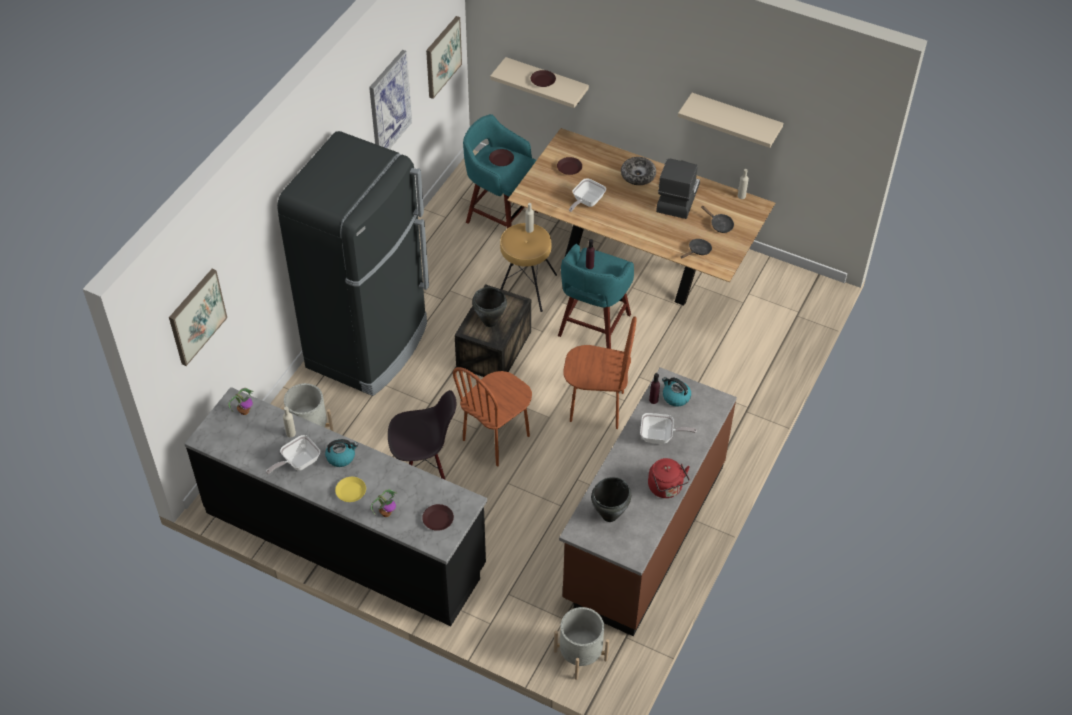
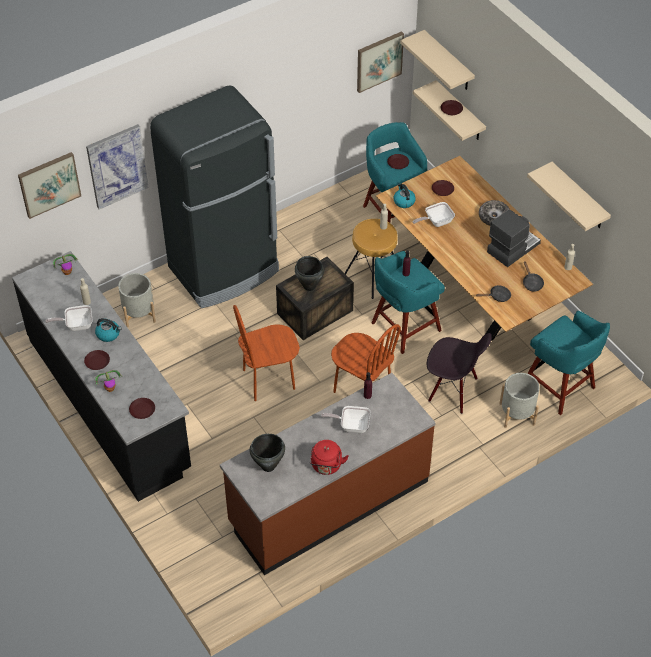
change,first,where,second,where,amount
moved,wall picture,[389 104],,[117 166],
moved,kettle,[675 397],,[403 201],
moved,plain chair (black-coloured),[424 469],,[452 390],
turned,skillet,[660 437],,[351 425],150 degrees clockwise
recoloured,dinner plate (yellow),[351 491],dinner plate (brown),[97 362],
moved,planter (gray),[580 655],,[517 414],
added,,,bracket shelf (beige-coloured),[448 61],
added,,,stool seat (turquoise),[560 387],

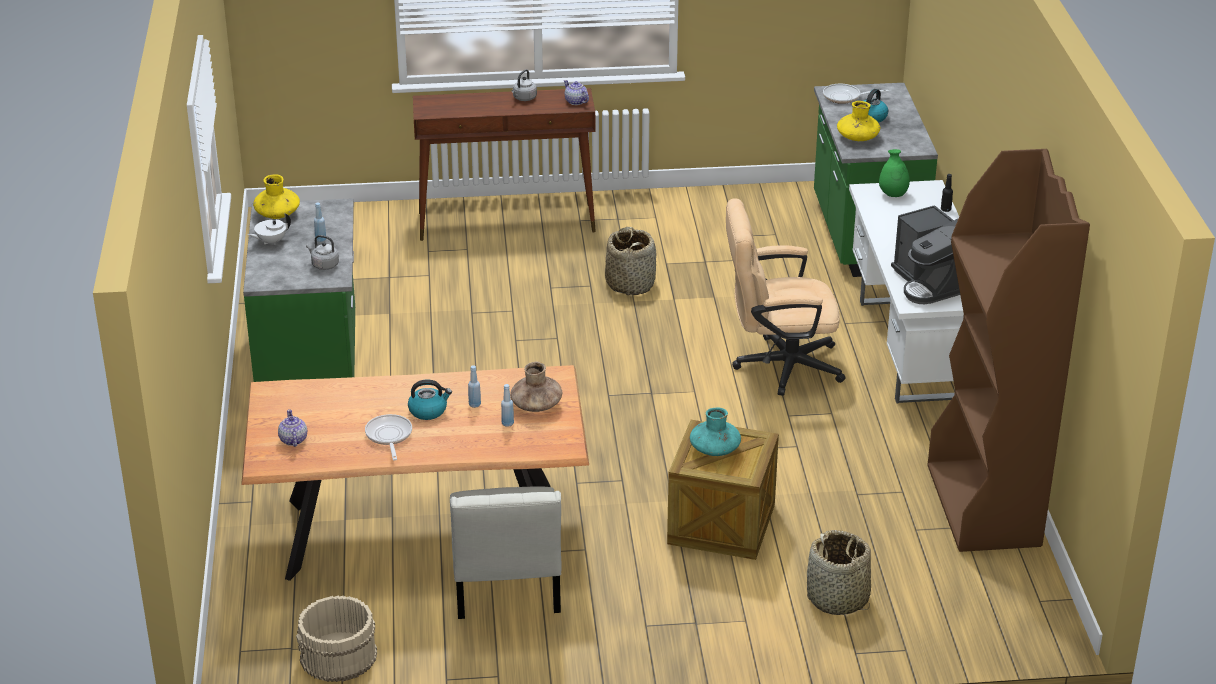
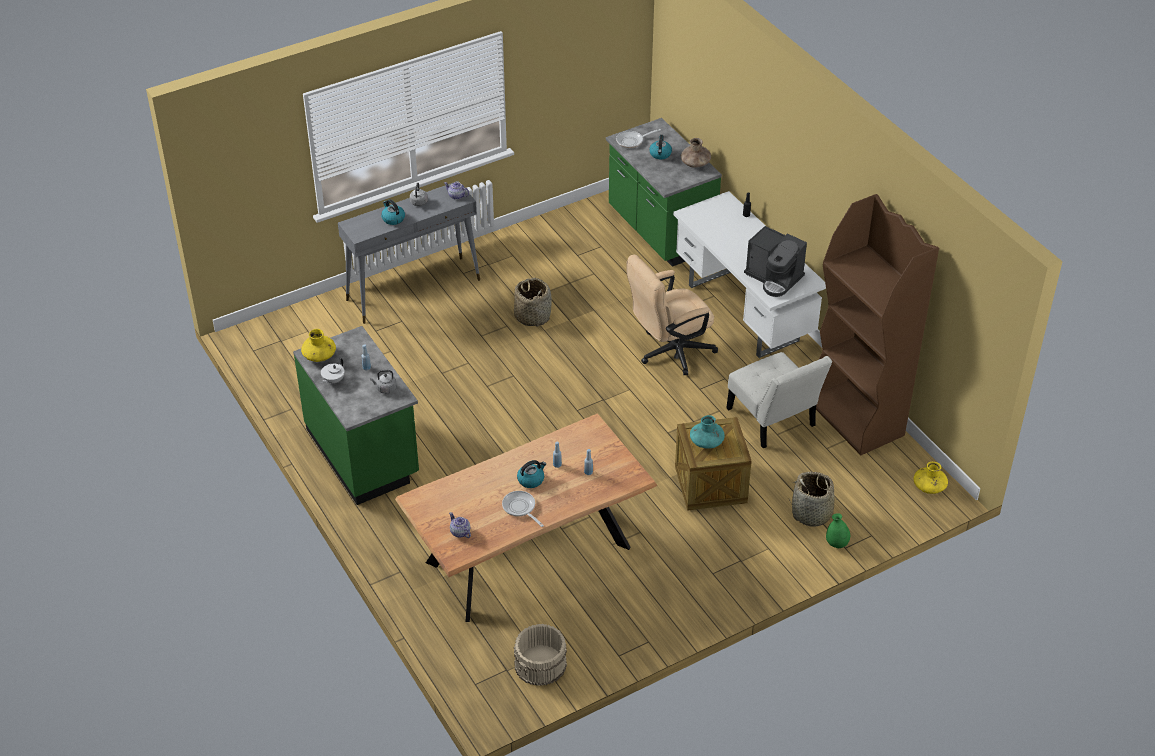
change,first,where,second,where,amount
recoloured,narrow table (brown),[507 222],narrow table (gray),[414 289],
moved,vase (yellow),[857 138],,[929 486],
moved,vase (green-coloured),[893 194],,[836 544],
moved,vase (brown),[536 405],,[695 163],
moved,plain chair (white-coloured),[506 588],,[773 421],
added,,,kettle,[393 219],

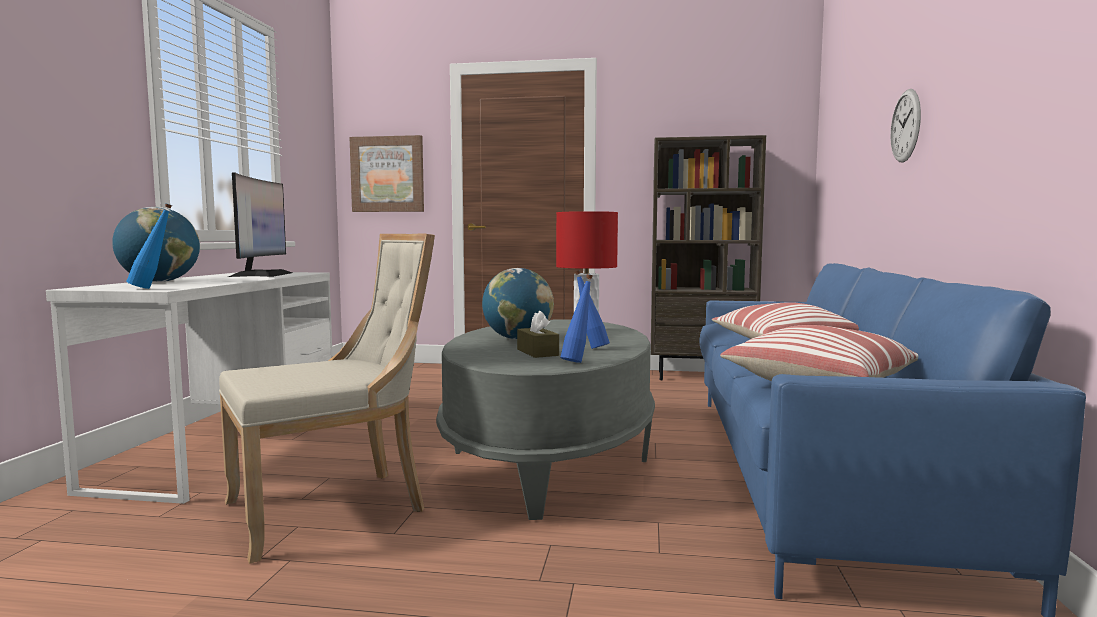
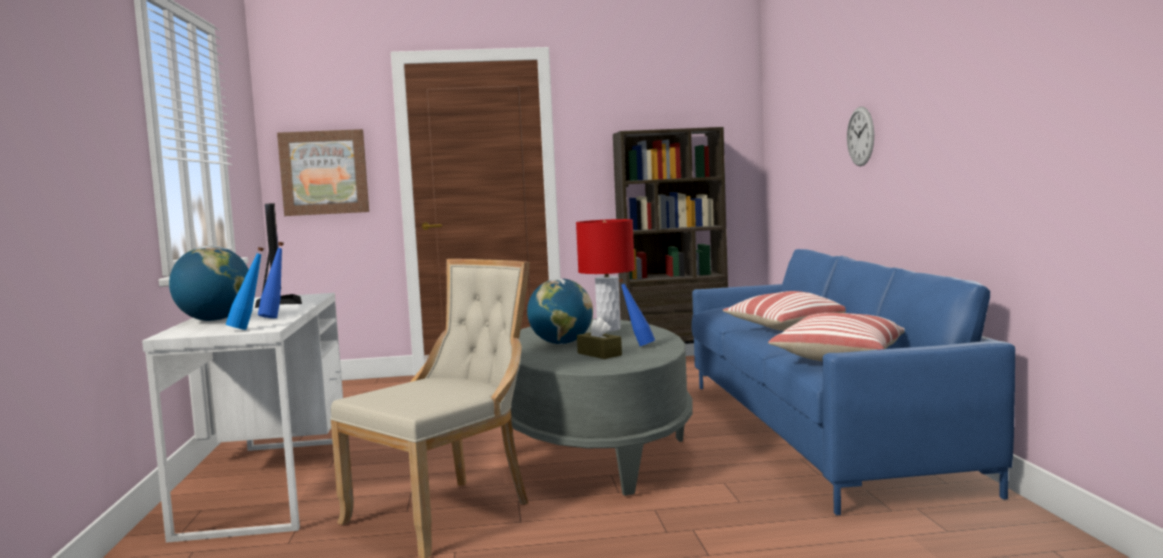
change,first,where,second,where,amount
moved,drink bottle (blue),[578 361],,[275 317],

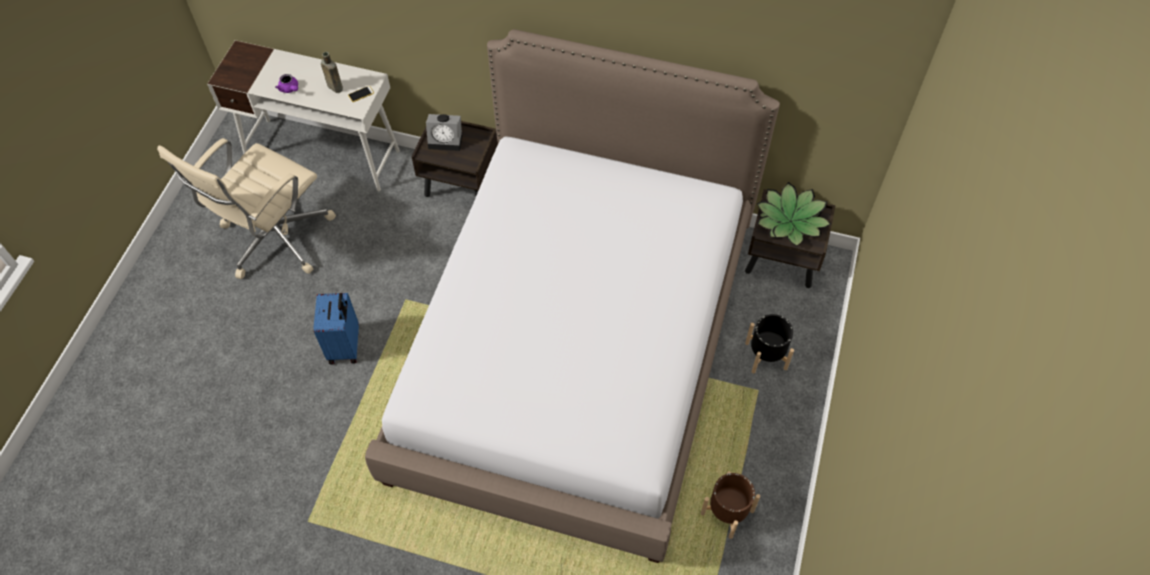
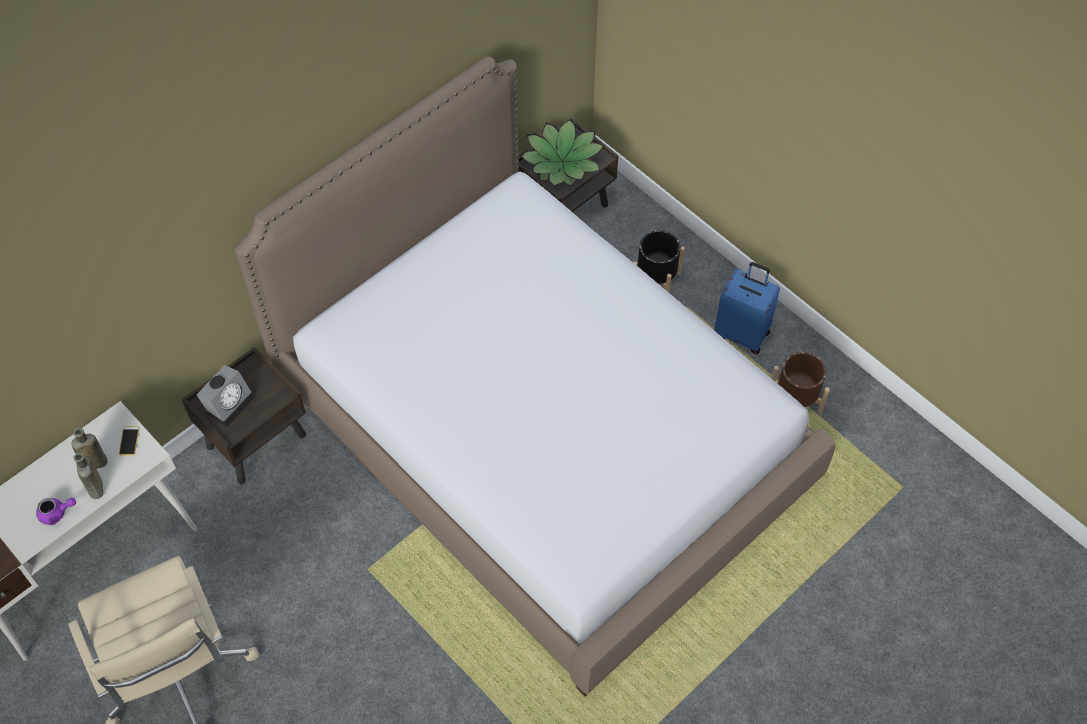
change,first,where,second,where,amount
moved,travel case (blue),[345 346],,[742 333],
added,,,drink bottle (brown),[96 490],

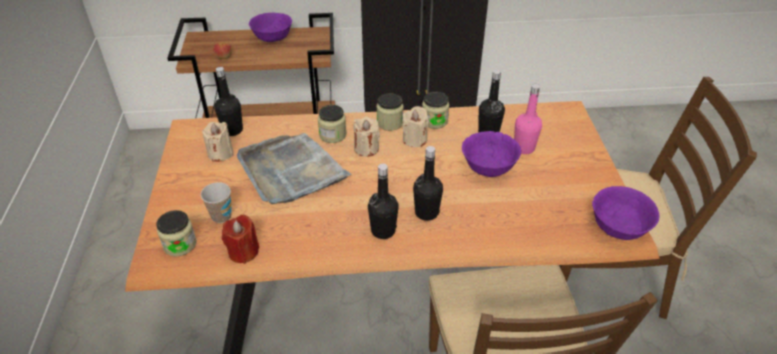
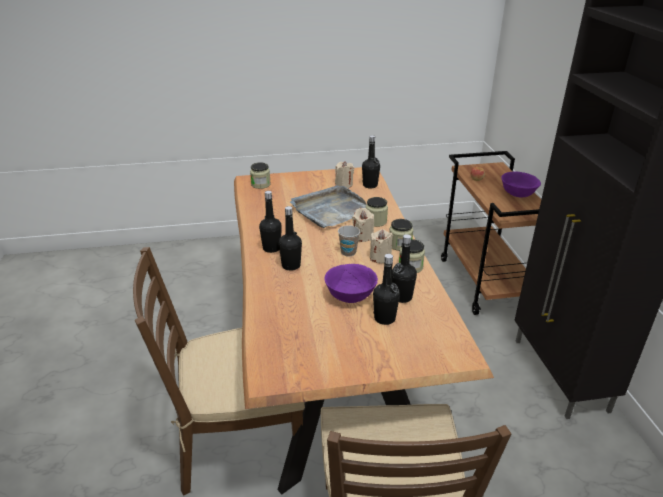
change,first,where,second,where,amount
recoloured,drink bottle (pink-coloured),[524 148],drink bottle (black-coloured),[384 318],
moved,drinking cup,[221 216],,[348 252],
removed,deep dish (purplish),[619 228],,,
removed,wax candle (reddish),[243 252],,,

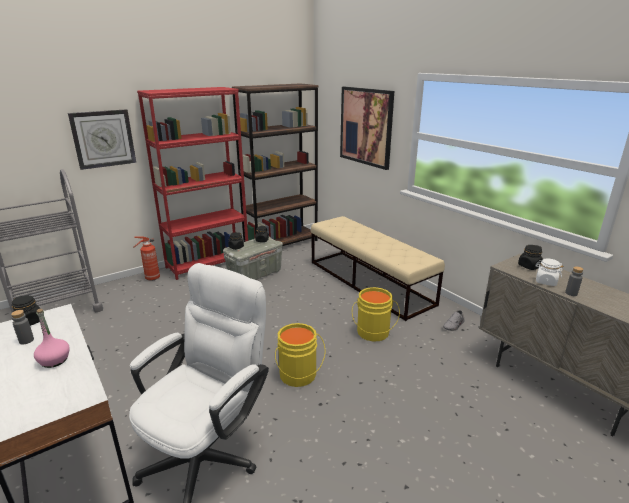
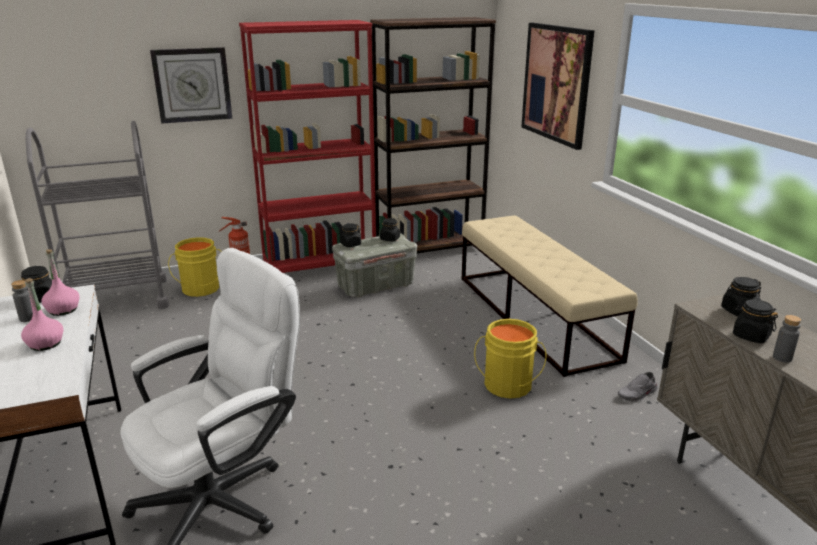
change,first,where,second,where,amount
recoloured,storage jar (white-coloured),[545 281],storage jar (black-coloured),[750 336],
moved,water bucket (yellow),[298 376],,[200 290],
added,,,drink bottle (pink-coloured),[63 310],

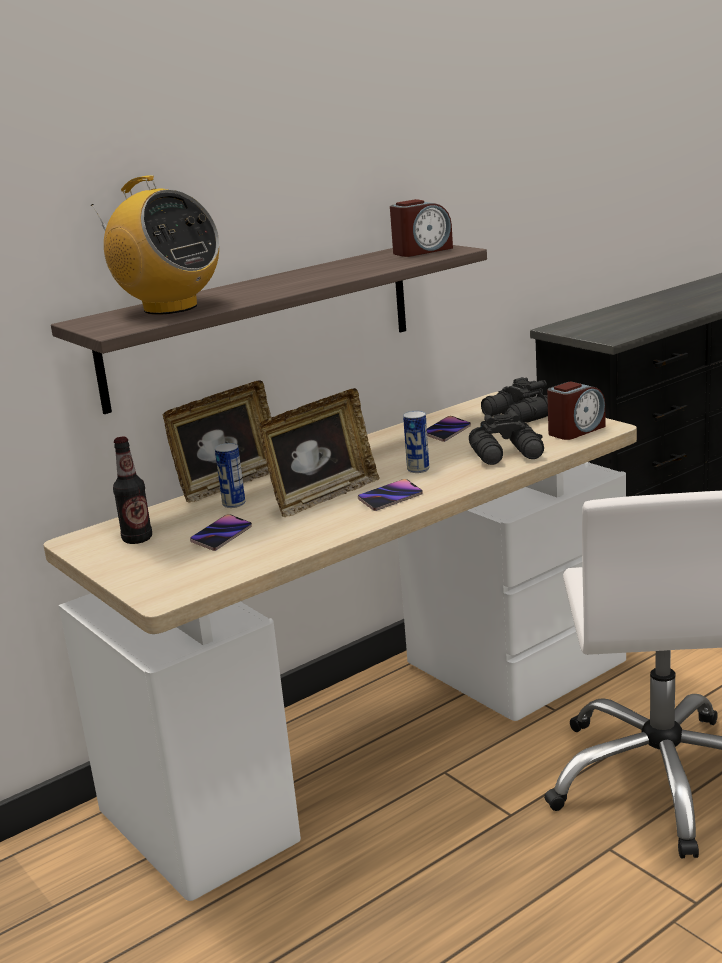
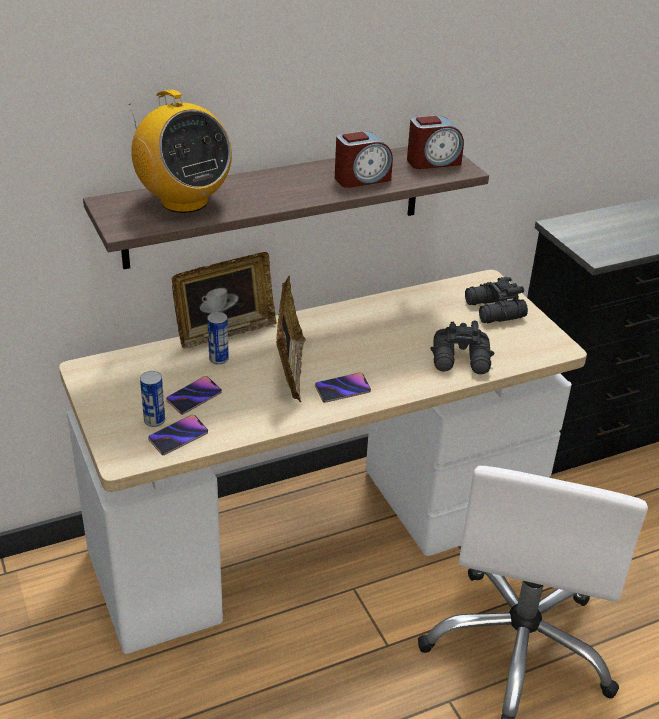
change,first,where,second,where,amount
moved,bedside clock,[575 430],,[361 179],
turned,picture frame,[322 497],,[290 371],60 degrees counterclockwise
moved,metal can,[418 469],,[154 421],
moved,phone,[447 432],,[178 437],
removed,drink bottle,[137 539],,,

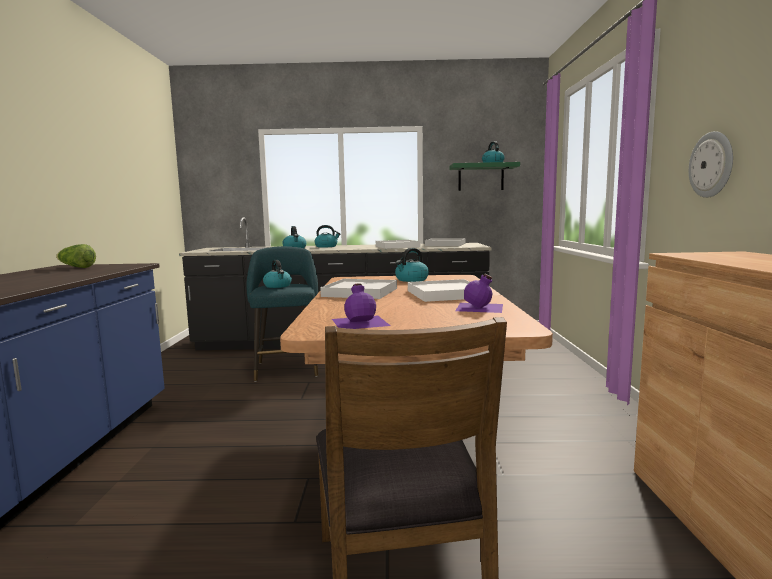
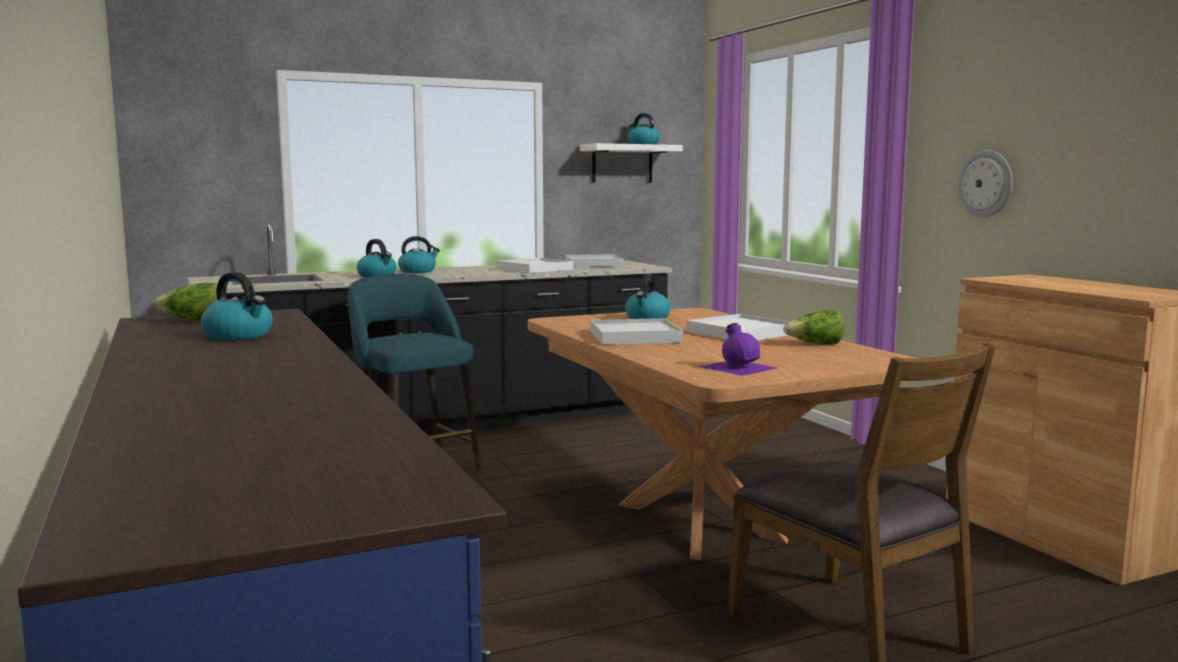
change,first,where,second,where,amount
recoloured,bracket shelf (green-coloured),[480 177],bracket shelf (white-coloured),[622 164],
moved,kettle,[278 286],,[239 335],
replaced,drink bottle (purplish),[480 307],lettuce,[815 344],

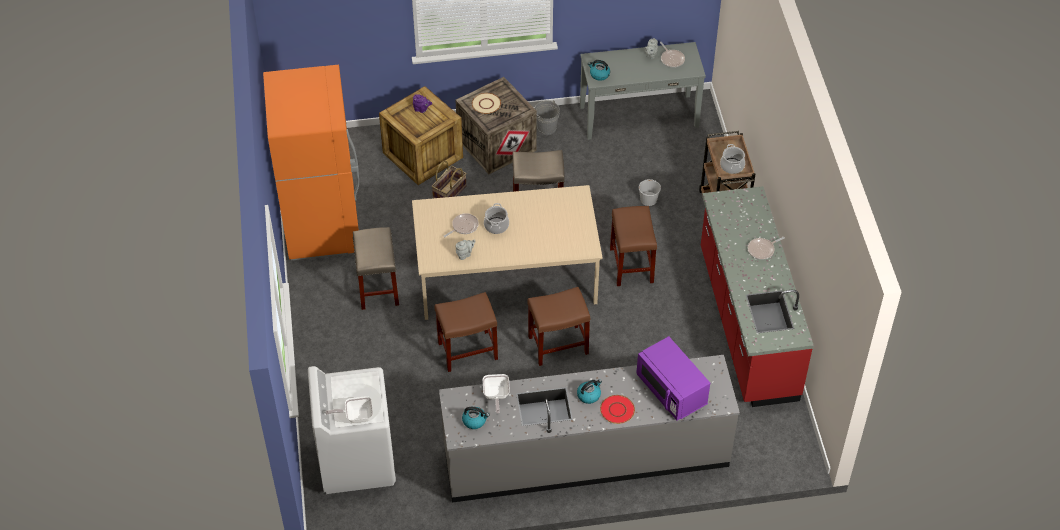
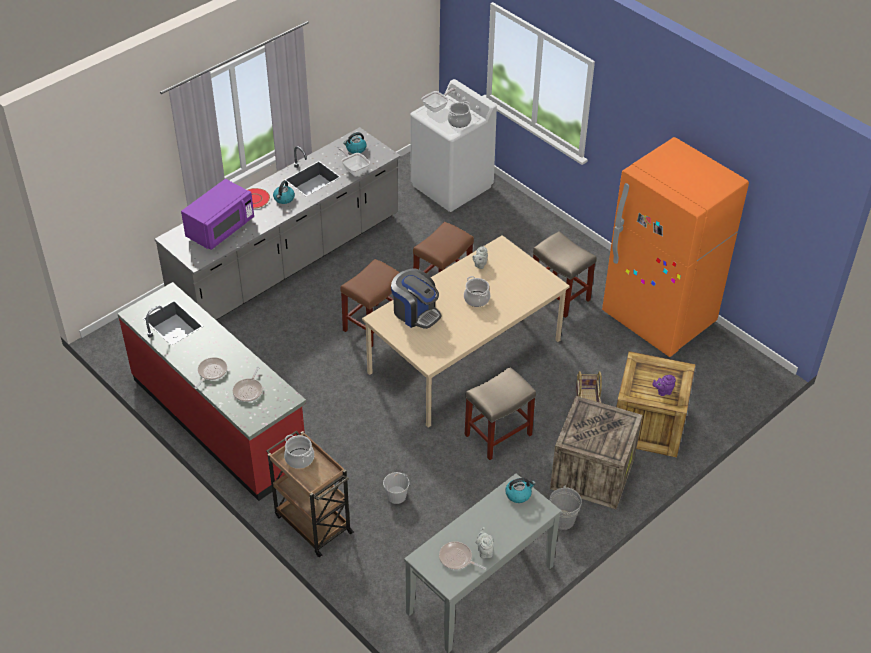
change,first,where,second,where,amount
removed,dinner plate (beige-coloured),[486 104],,,
removed,stool seat (brown),[632 266],,,
moved,skillet,[463 226],,[248 390],
turned,kitchen microwave (purplish),[671 390],,[220 229],105 degrees clockwise
added,,,saucepot,[459 121],
added,,,coffee brewer,[415 313],

